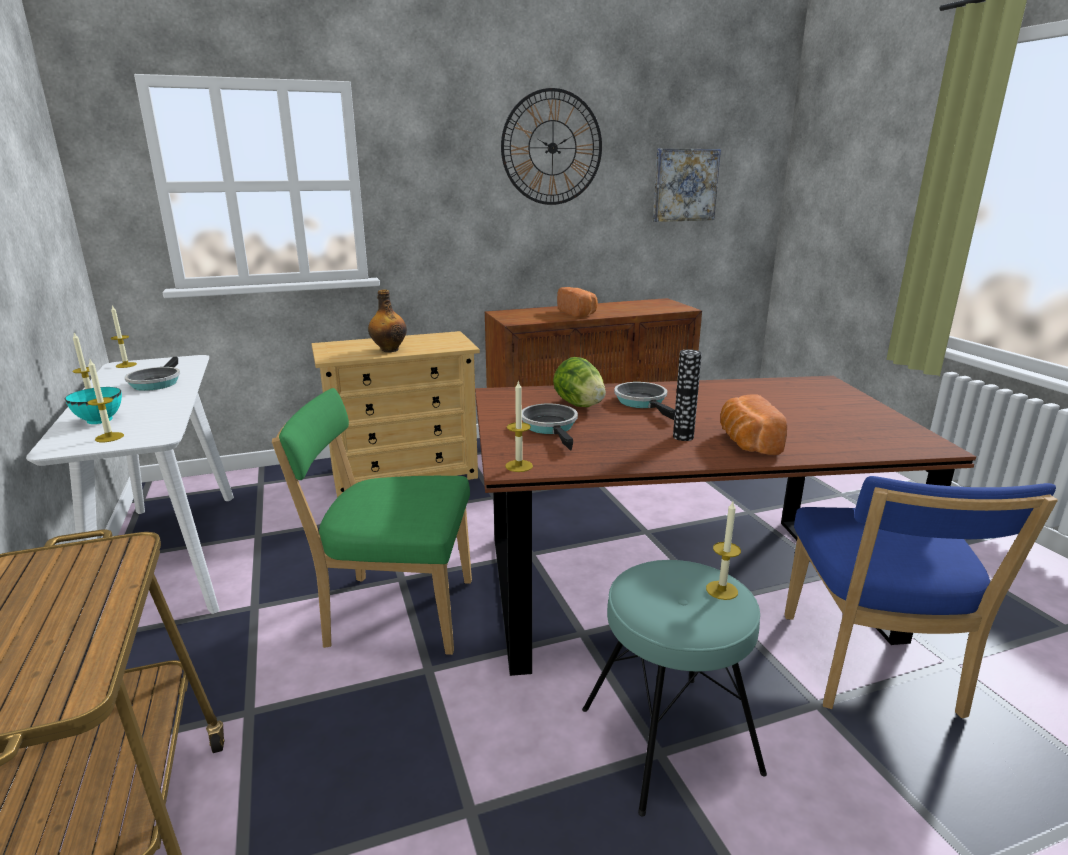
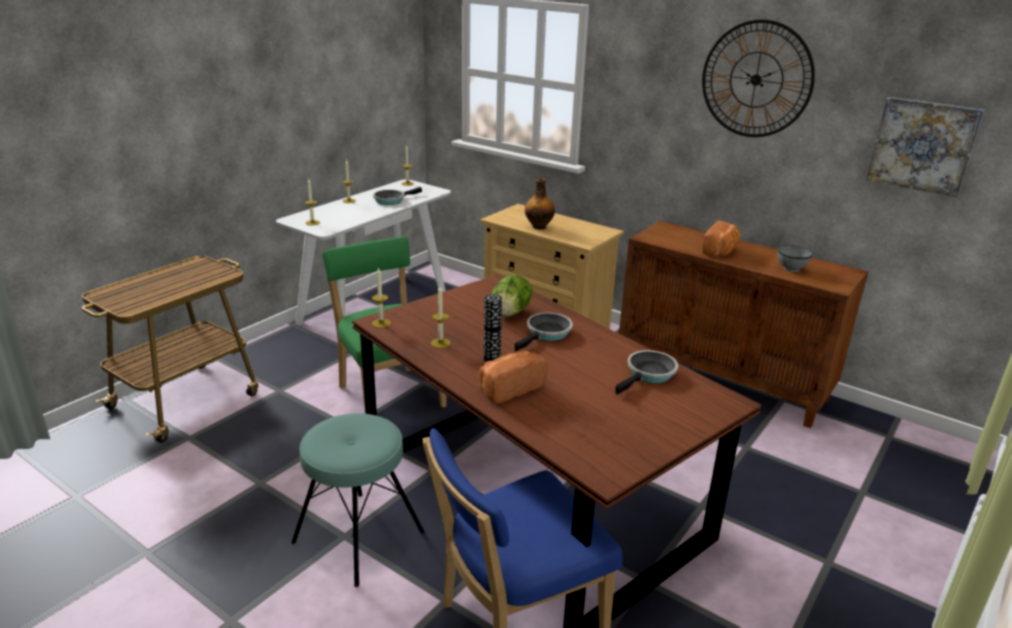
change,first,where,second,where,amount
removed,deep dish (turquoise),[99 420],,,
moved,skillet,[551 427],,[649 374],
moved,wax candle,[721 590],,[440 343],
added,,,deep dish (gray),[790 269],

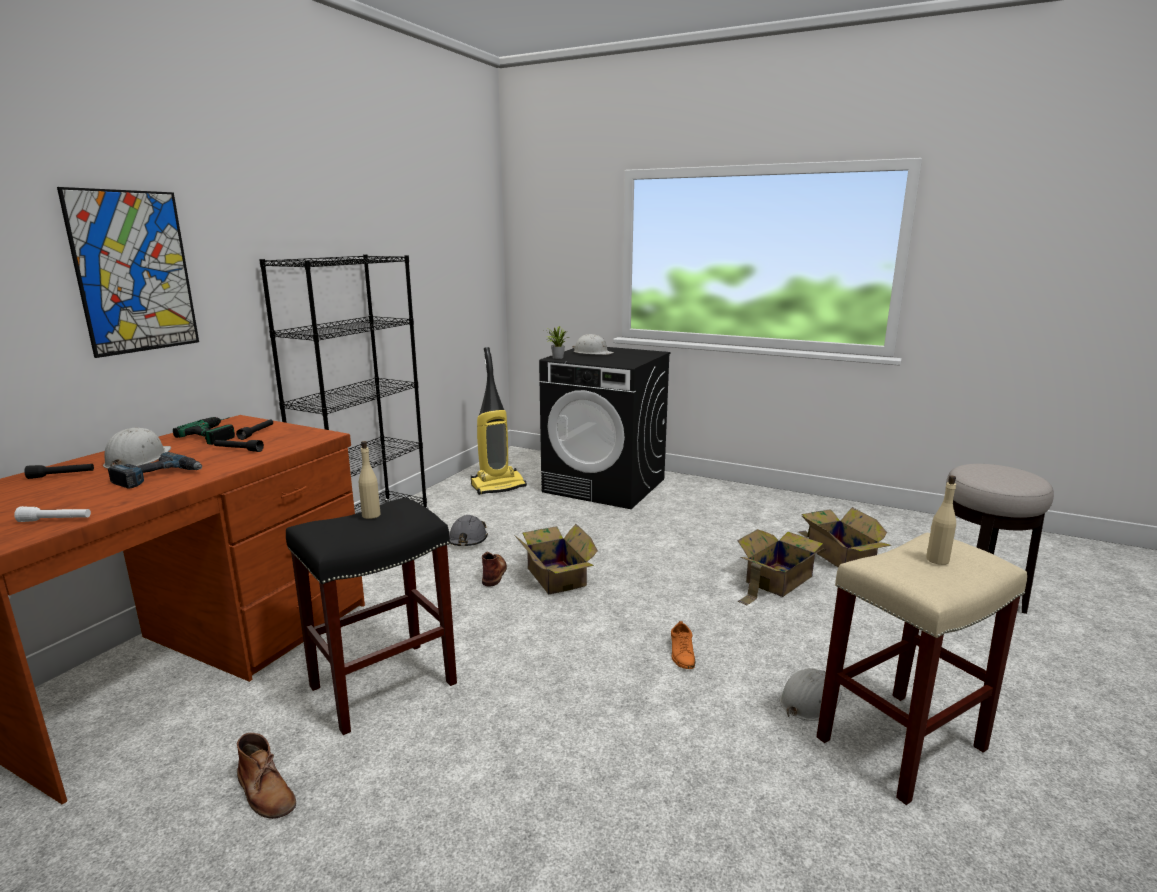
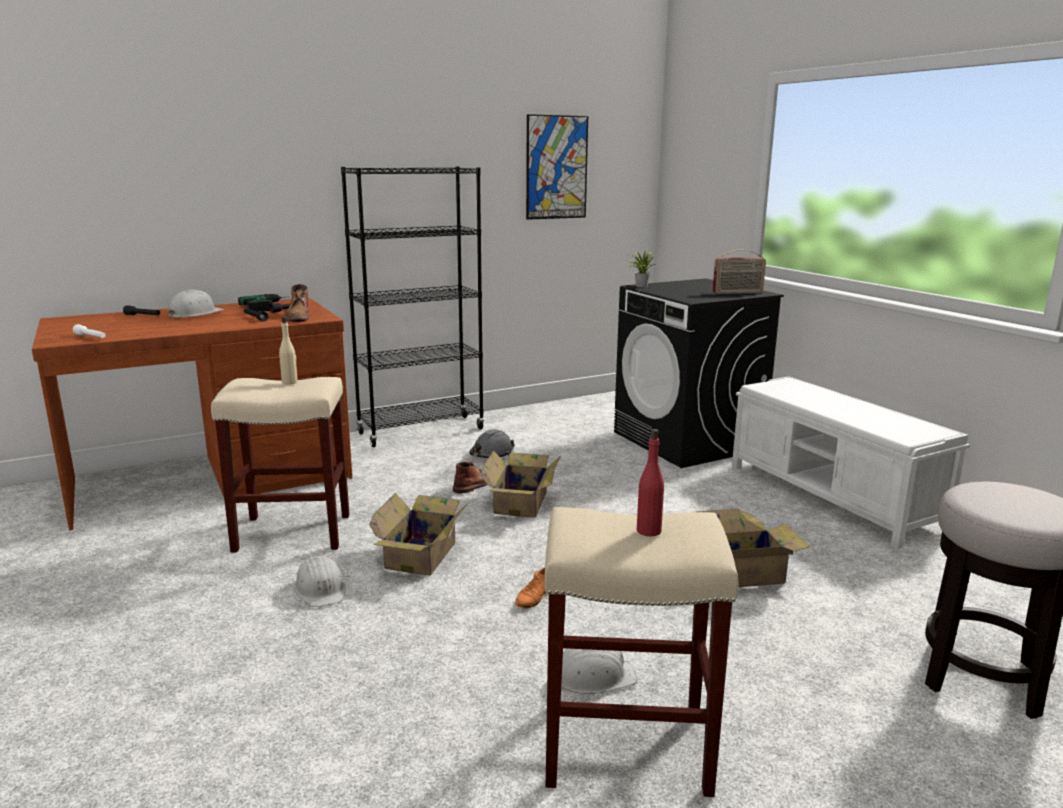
change,first,where,second,where,amount
moved,wall picture,[134 272],,[556 167],
moved,safety helmet (white-coloured),[592 353],,[321 589],
removed,vacuum,[498 486],,,
removed,power drill,[158 477],,,
recoloured,drink bottle (beige-coloured),[937 560],drink bottle (reddish),[649 530],
recoloured,stool seat (black-coloured),[382 686],stool seat (beige-coloured),[291 533],
moved,carton,[839 555],,[423 554],
moved,high-top boot (brown),[266 791],,[298 316],
added,,,radio receiver,[738 293],
added,,,indoor bench (white-coloured),[832 497],

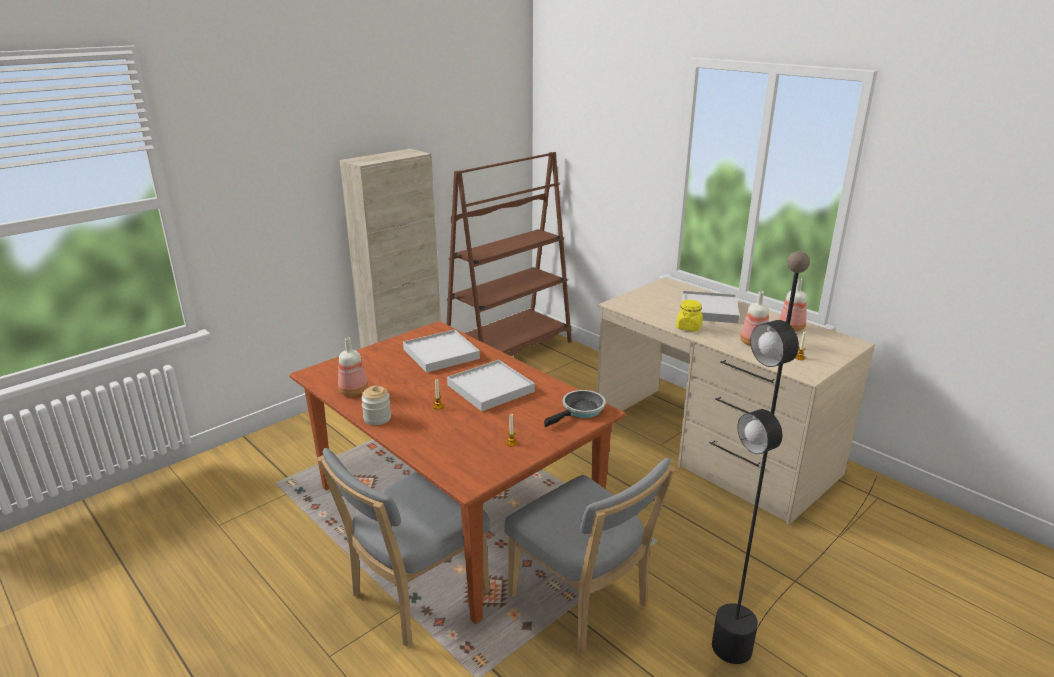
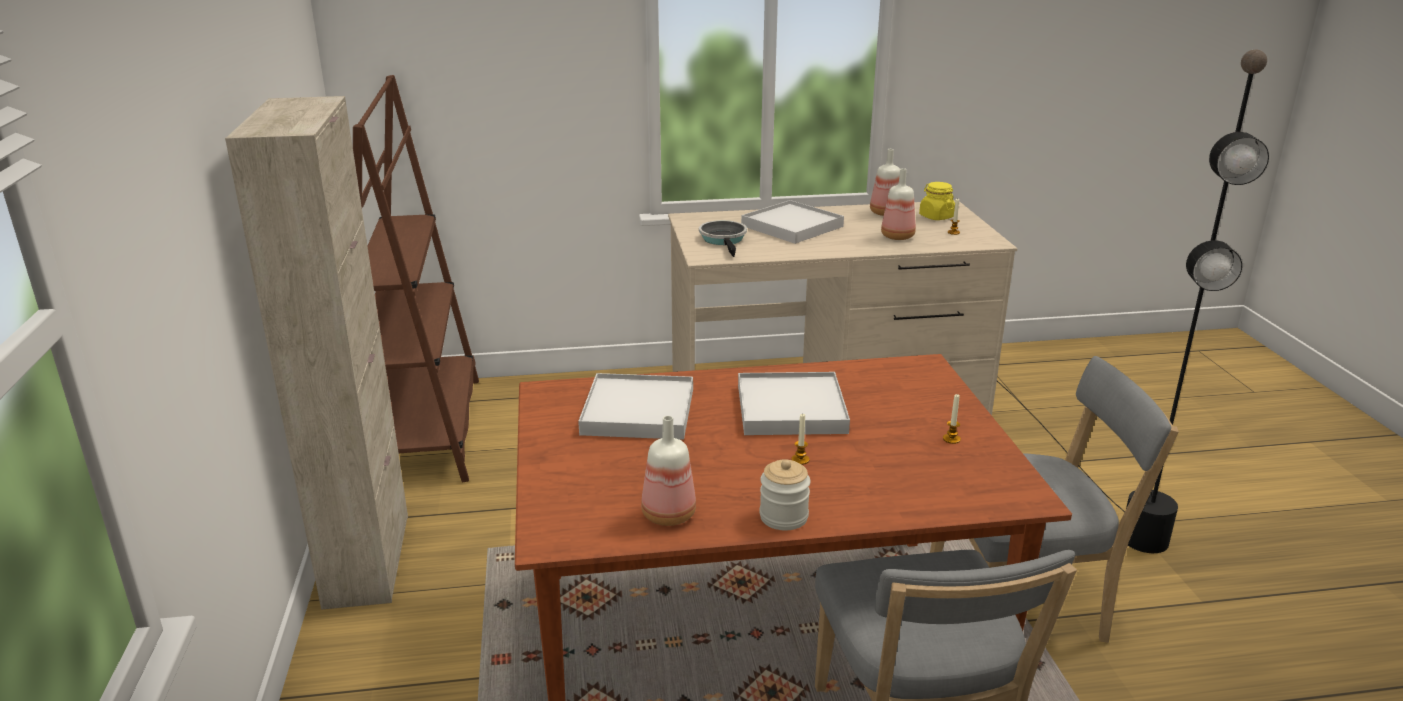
change,first,where,second,where,amount
moved,storage jar (yellow),[688 327],,[936 217],
moved,skillet,[580 410],,[724 240],

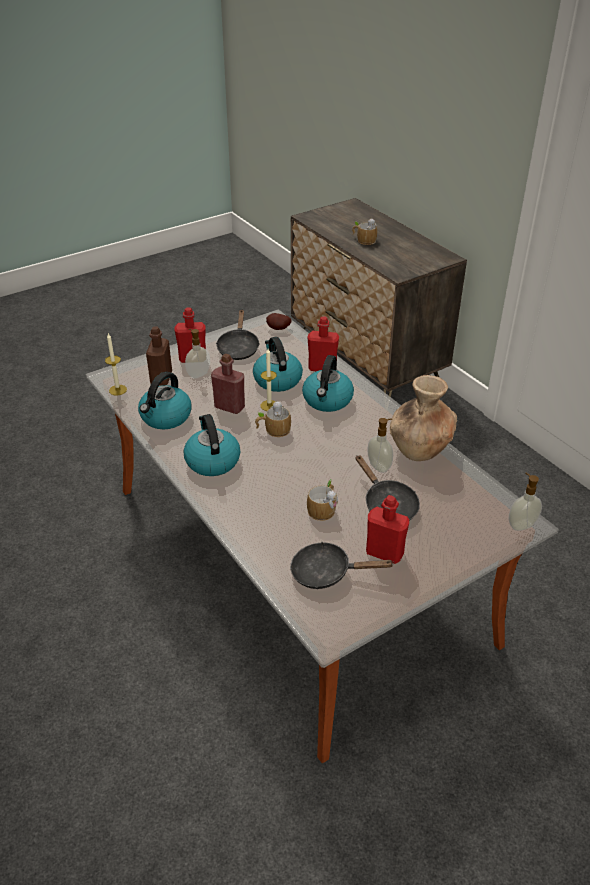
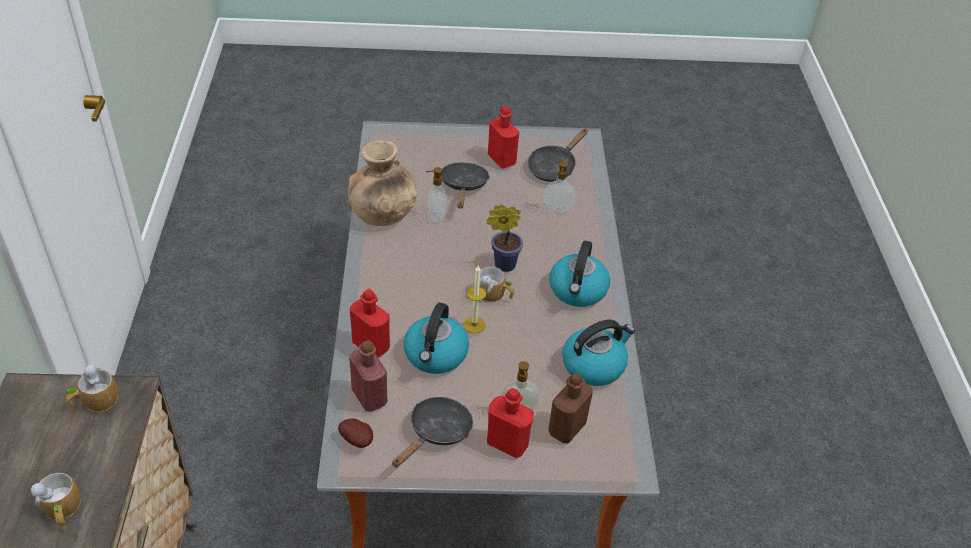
change,first,where,second,where,amount
removed,wax candle,[118 390],,,
moved,drink bottle (reddish),[229 407],,[369 397],
removed,kettle,[327 400],,,
moved,soap bottle,[521 525],,[557 210],
moved,coffee mug,[324 508],,[94 401],
turned,skillet (black-coloured),[327 572],,[554 167],90 degrees clockwise
added,,,houseplant,[502 264],

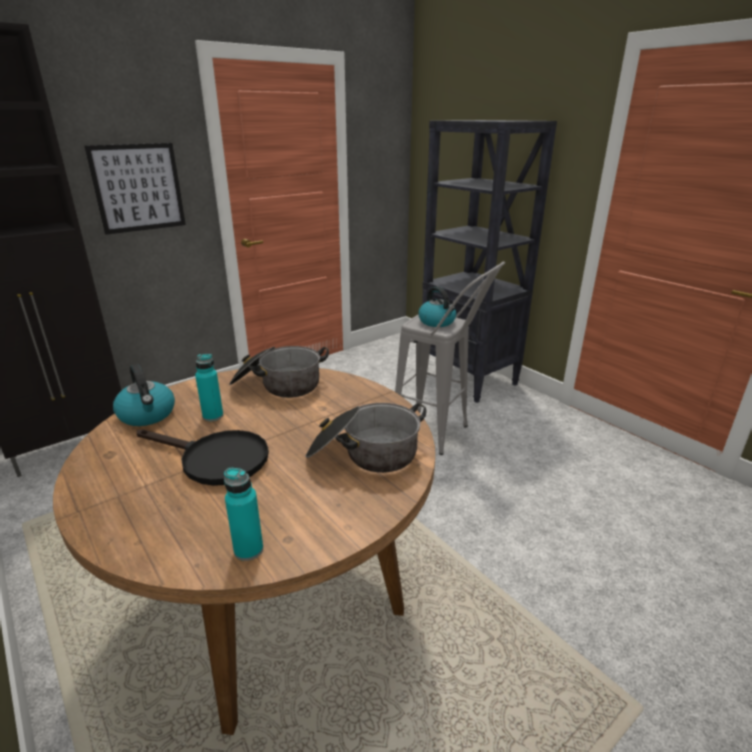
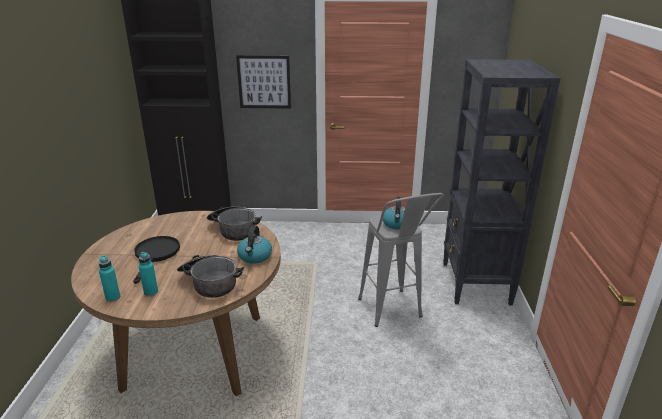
change,first,where,second,where,amount
moved,drink bottle (turquoise),[213 416],,[151 292],
moved,kettle,[147 415],,[255 256],
turned,skillet (black-coloured),[215 459],,[156 255],150 degrees counterclockwise

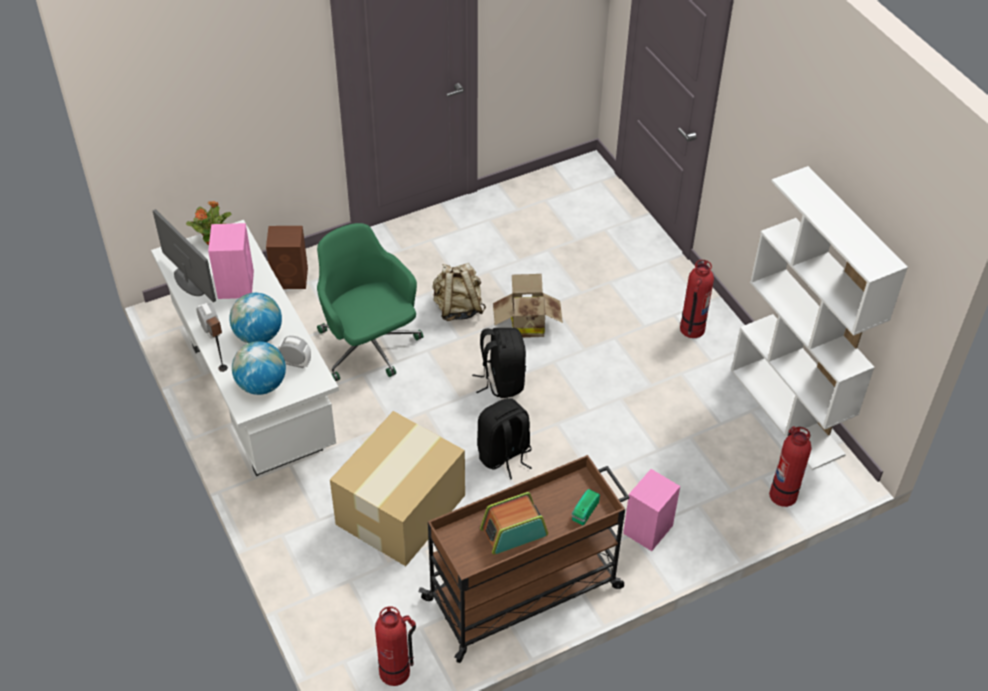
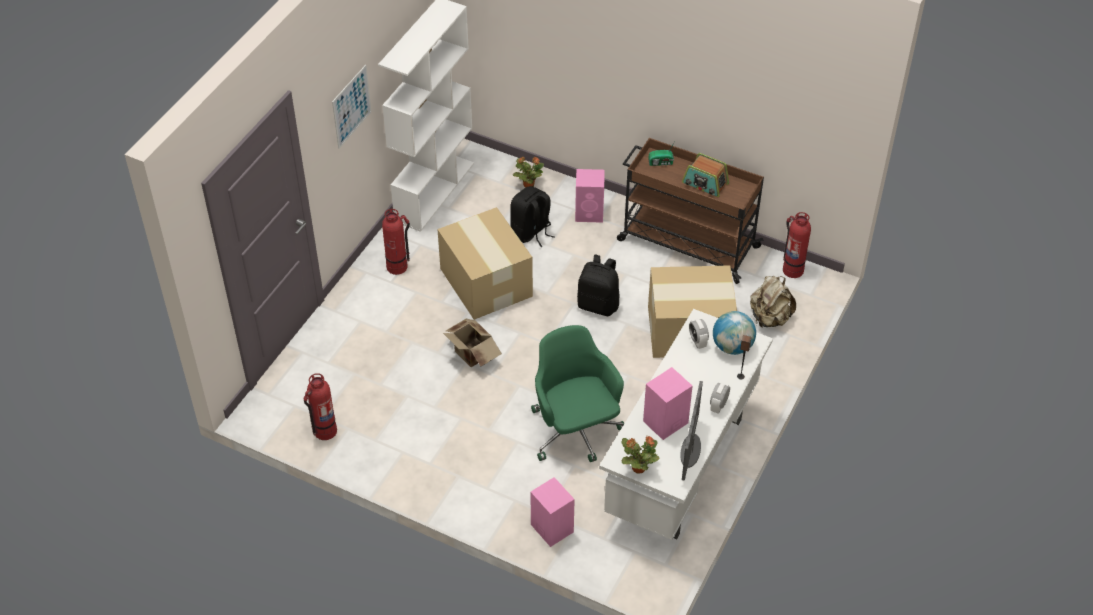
change,first,where,second,where,amount
turned,desk chair (green-coloured),[369 347],,[575 431],135 degrees clockwise
recoloured,speaker (brown),[291 278],speaker (pink-coloured),[551 527],
moved,backpack (beige-coloured),[458 308],,[769 318],
removed,world globe,[258 335],,,
moved,backpack (black-coloured),[501 381],,[531 232],
moved,extinguisher,[783 494],,[324 431],
added,,,wall picture,[351 106],
added,,,houseplant,[528 185],
added,,,carton,[486 281],

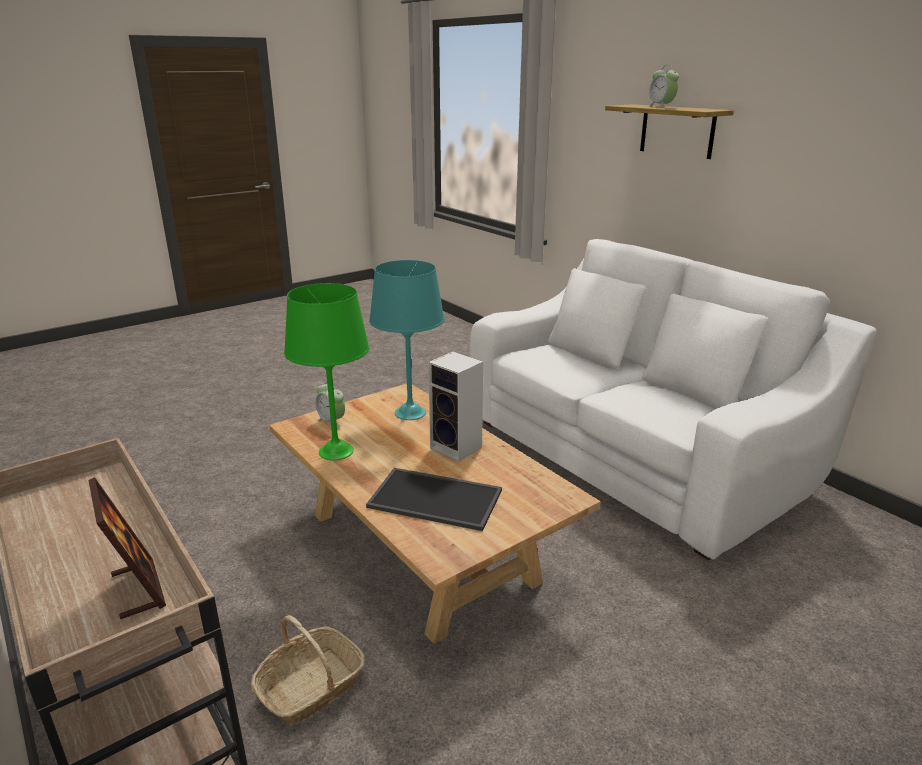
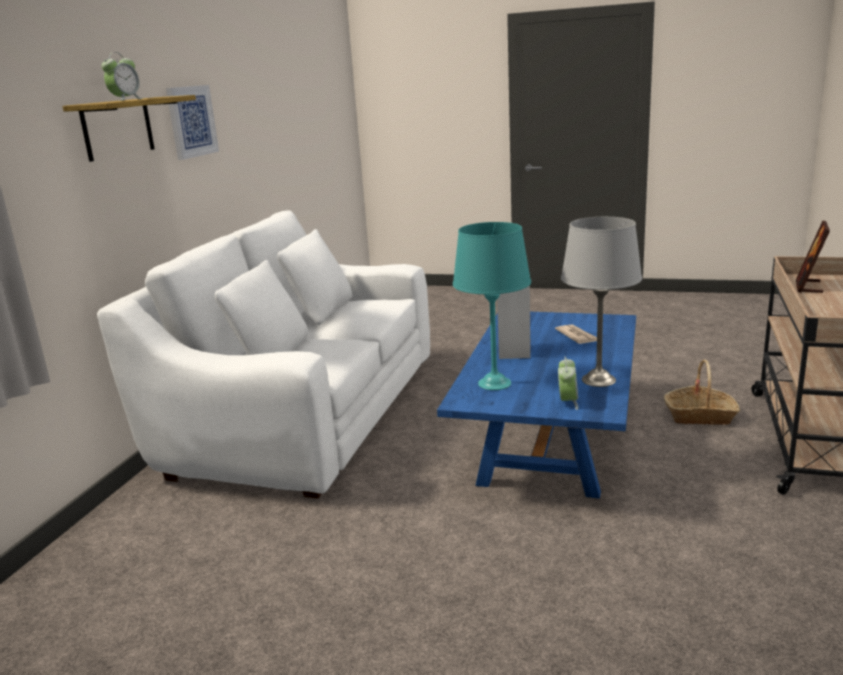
change,first,where,second,where,amount
recoloured,tabletop lamp (green-coloured),[335 451],tabletop lamp (gray),[599 380],
recoloured,coffee table (beige-coloured),[421 547],coffee table (blue),[550 440],
replaced,carrying tray,[437 498],daily paper,[577 336],
added,,,wall picture,[191 121],

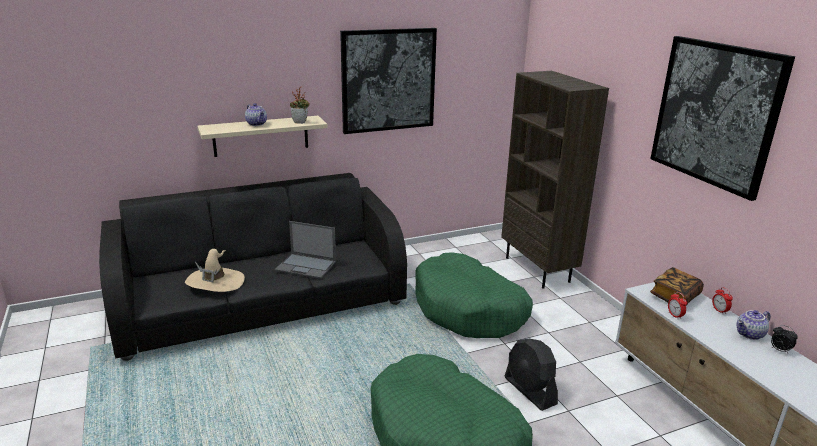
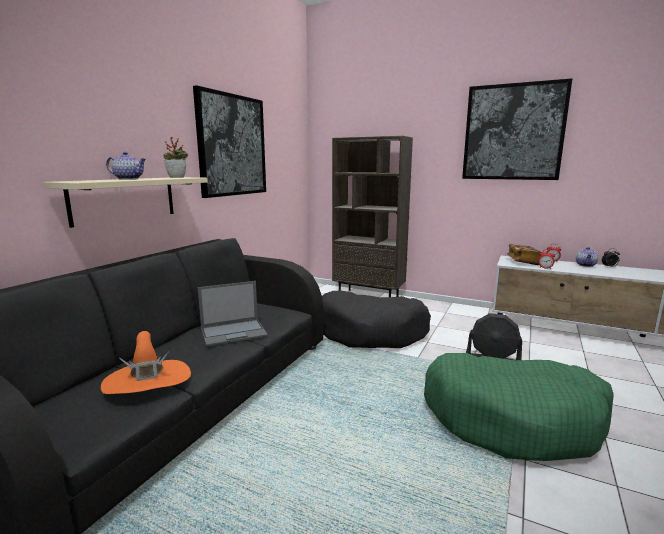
change,first,where,second,where,amount
recoloured,wearable hat (beige-coloured),[215 282],wearable hat (orange-coloured),[148 381],
recoloured,pet bed (green-coloured),[469 310],pet bed (black-coloured),[370 332],

